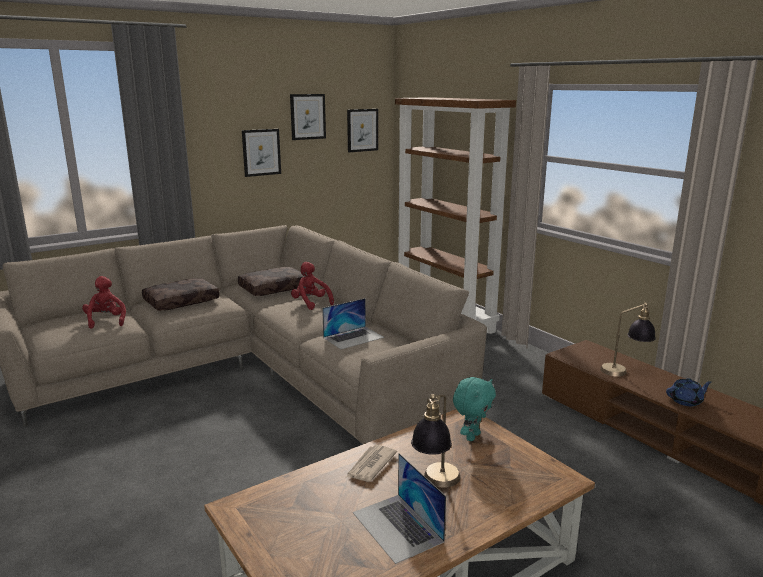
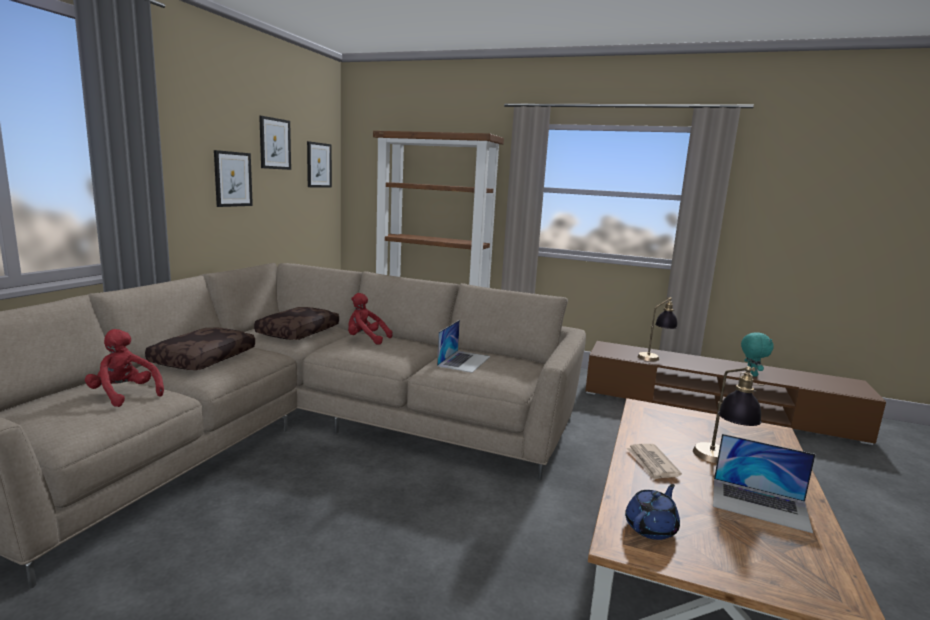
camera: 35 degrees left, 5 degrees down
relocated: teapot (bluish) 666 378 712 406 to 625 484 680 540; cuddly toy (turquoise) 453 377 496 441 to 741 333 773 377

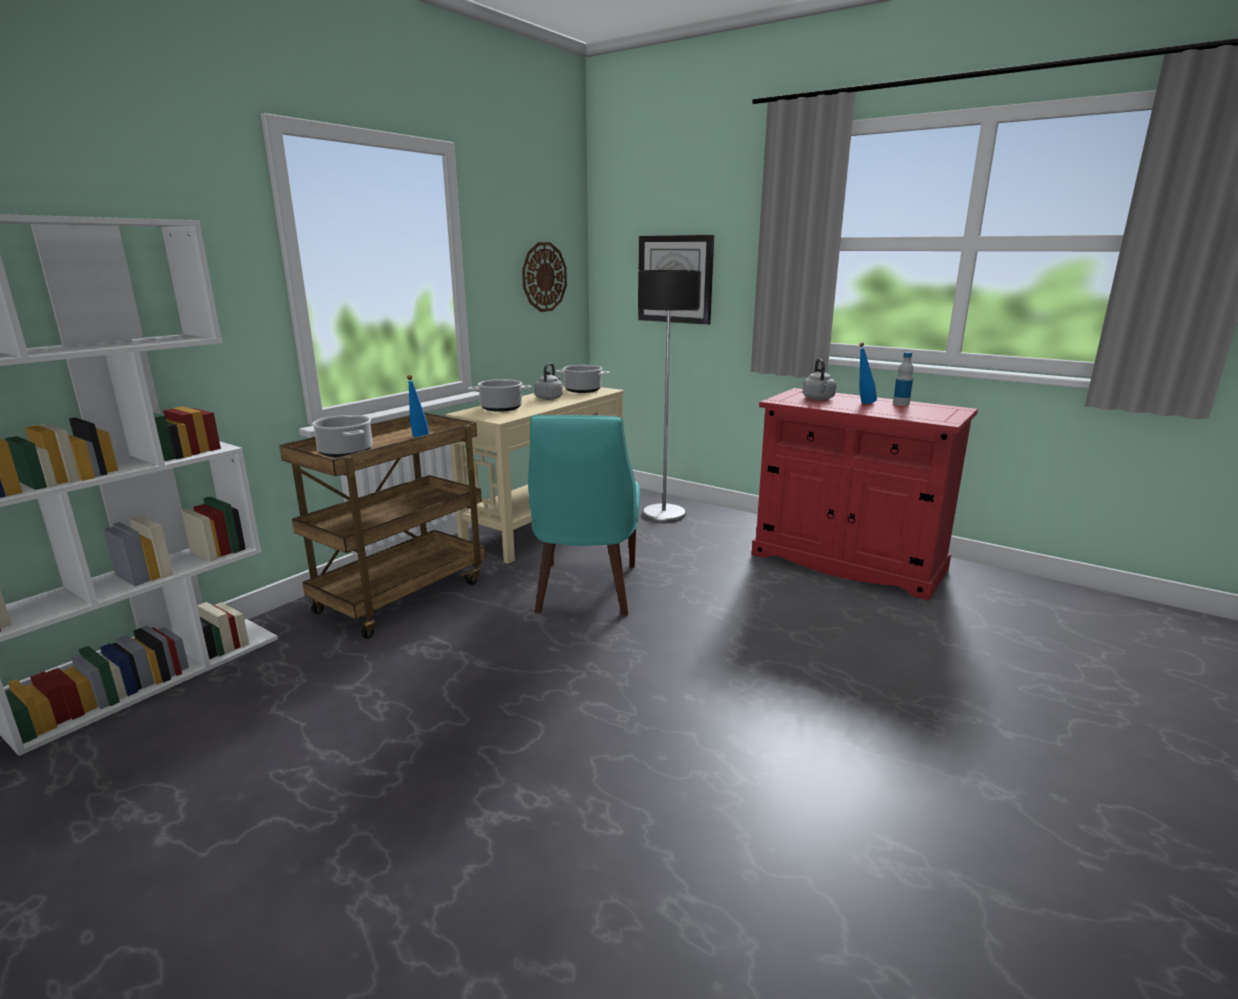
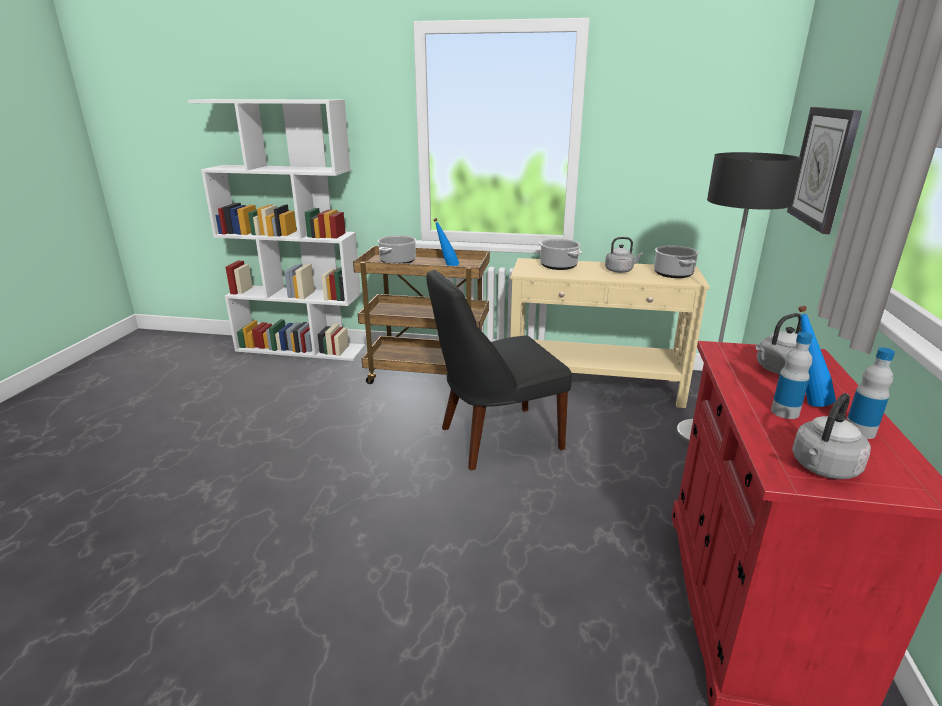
camera: 65 degrees right, 5 degrees up
missing: wall clock 522 242 567 312
appeared: beverage bottle 771 332 813 419; tea kettle (greyish) 792 393 871 479
colour: chair (turquoise) 528 415 640 615 to chair (blackish) 427 270 572 470

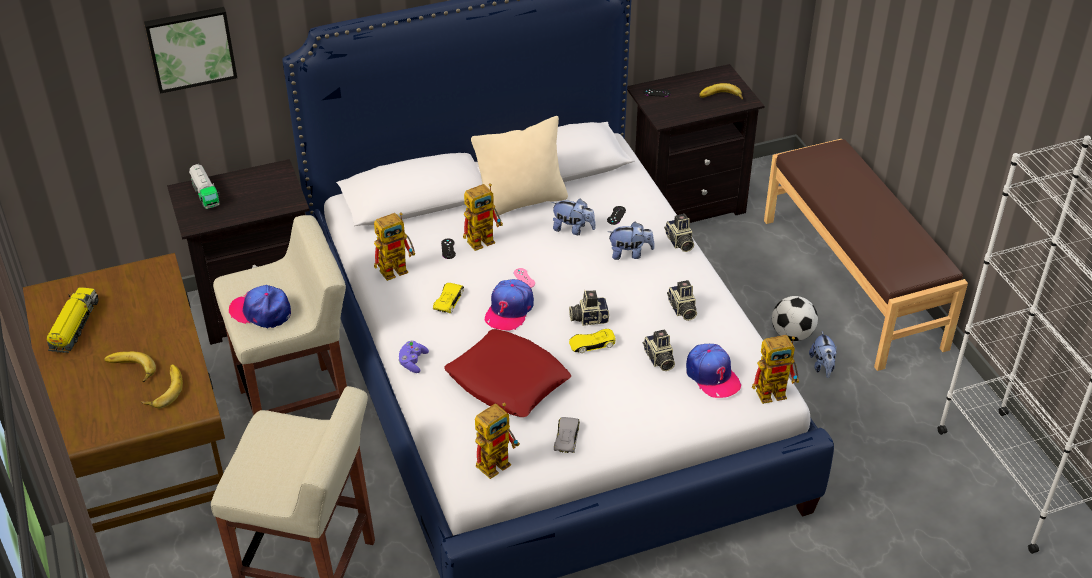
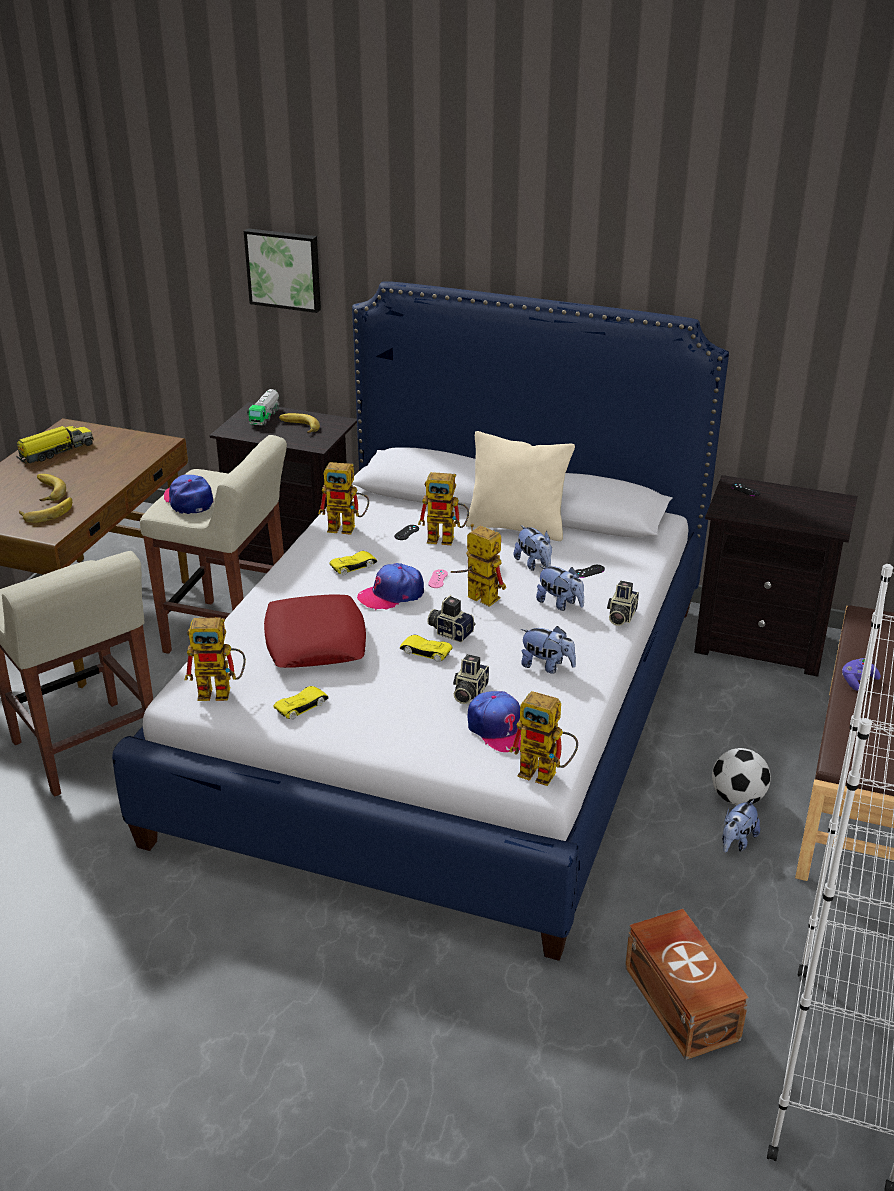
camera: 40 degrees right, 10 degrees down
appeared: robot figure 451 523 506 607; storage bin (brown-coloured) 625 909 749 1060
relocated: banana fruit 699 83 743 100 to 279 413 320 433; gamepad (purple) 398 341 429 373 to 842 658 881 691
exchanged: still camera 667 280 697 321 to cuddly toy 521 626 576 674
colour: toy car (greyish) 554 417 580 453 to toy car (yellowish) 274 686 329 720
spun: baseball cap 686 344 741 398 = 467 691 521 752 45 degrees counterclockwise

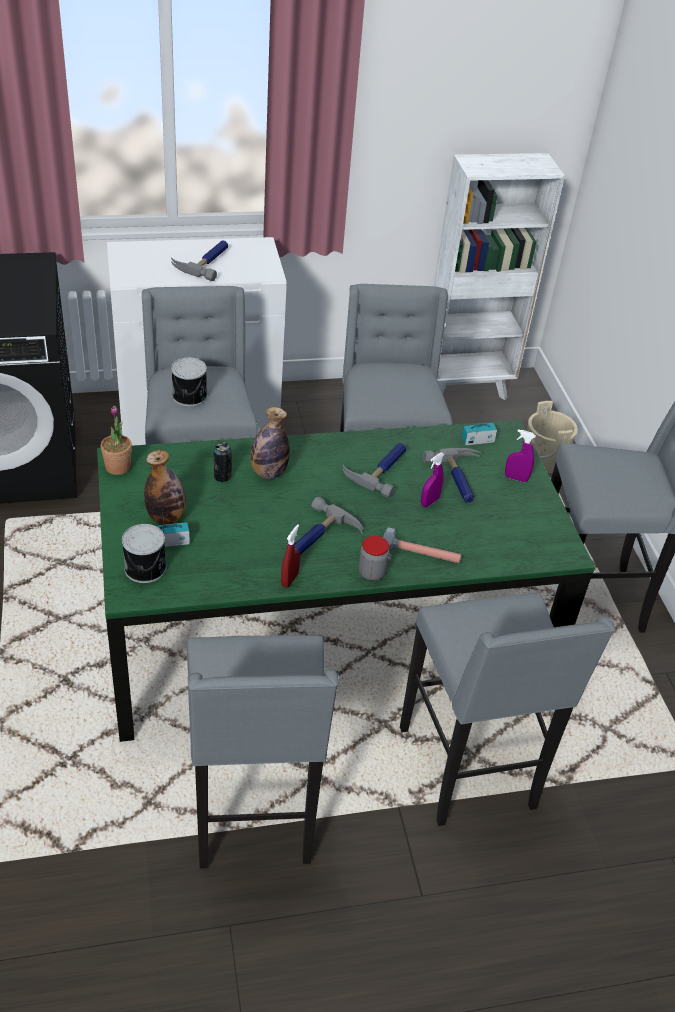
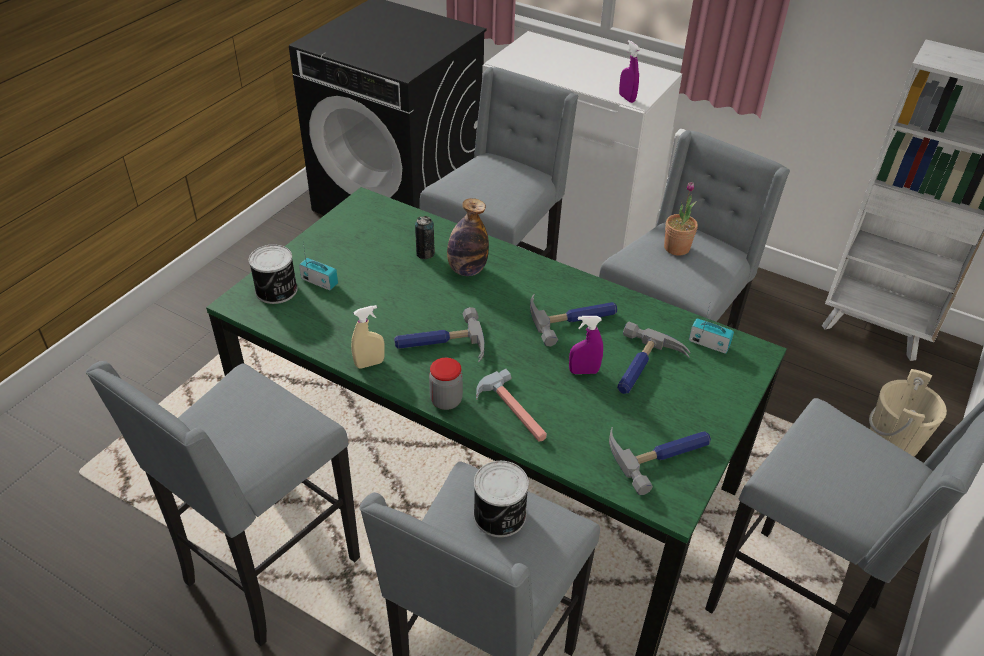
camera: 45 degrees right, 0 degrees up
missing: beverage bottle 144 450 186 525
relocated: can 171 357 207 407 to 473 461 529 537; hammer 171 240 228 281 to 609 427 711 495; spray bottle (purple) 505 429 536 482 to 619 40 640 103; plant in a pot 101 406 132 475 to 664 182 698 256
colour: spray bottle (red) 281 524 300 588 to spray bottle (beige-coloured) 351 305 385 369

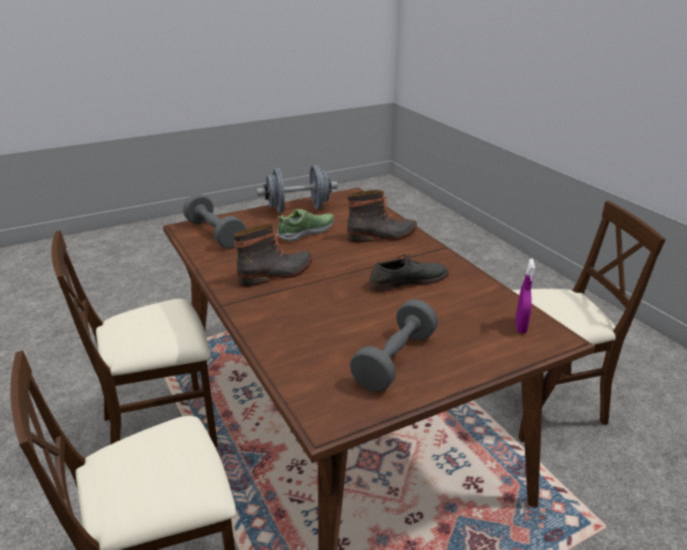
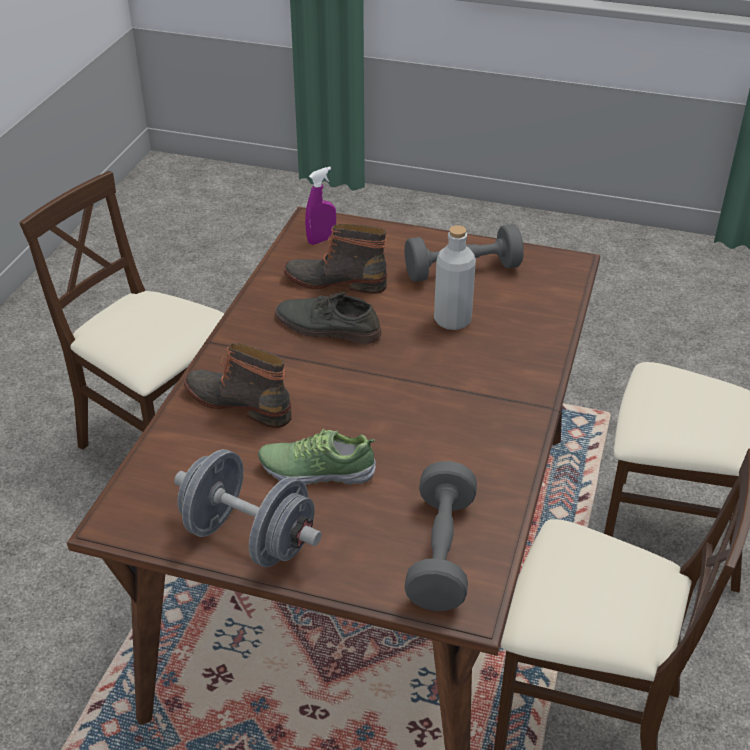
camera: 135 degrees left, 10 degrees up
appeared: beverage bottle (greyish) 434 225 476 330
relocated: tall boot 233 224 312 287 to 284 224 387 294

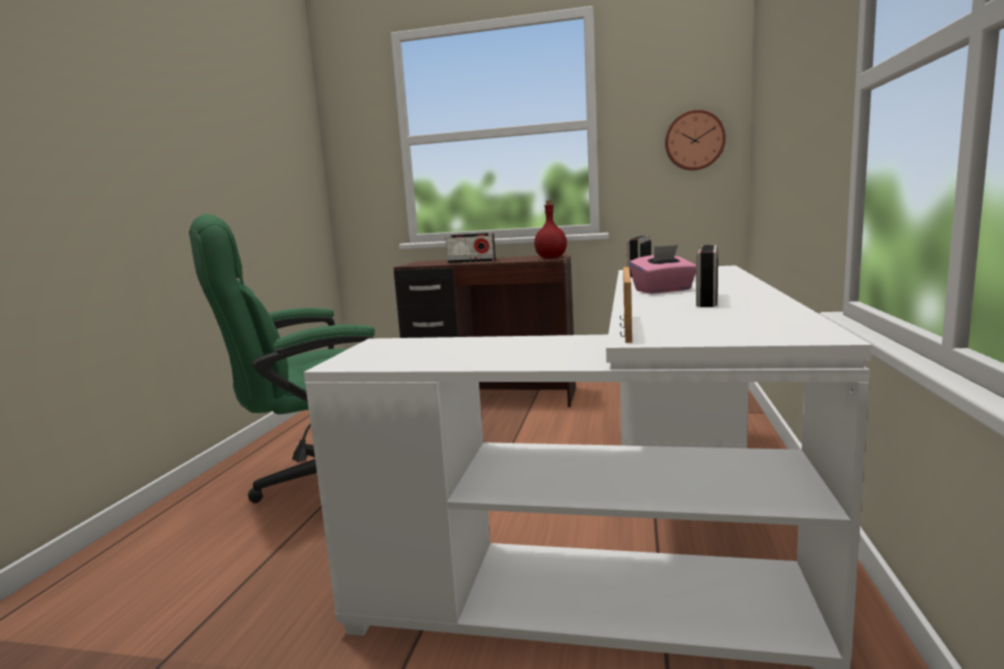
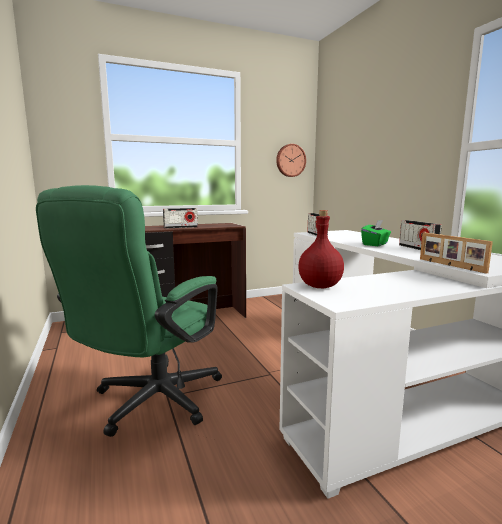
camera: 35 degrees left, 0 degrees up
relocated: beverage bottle (red) 534 200 567 259 to 298 210 344 288
colour: box of tissues (pink-coloured) 629 245 696 294 to box of tissues (greenish) 361 220 391 246

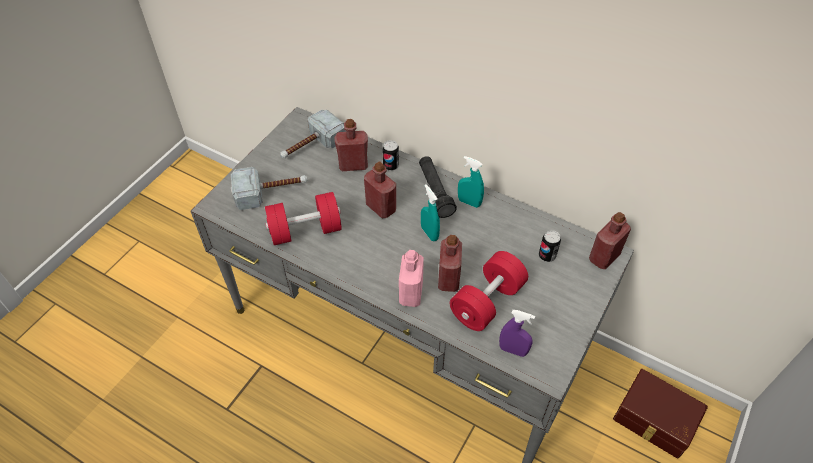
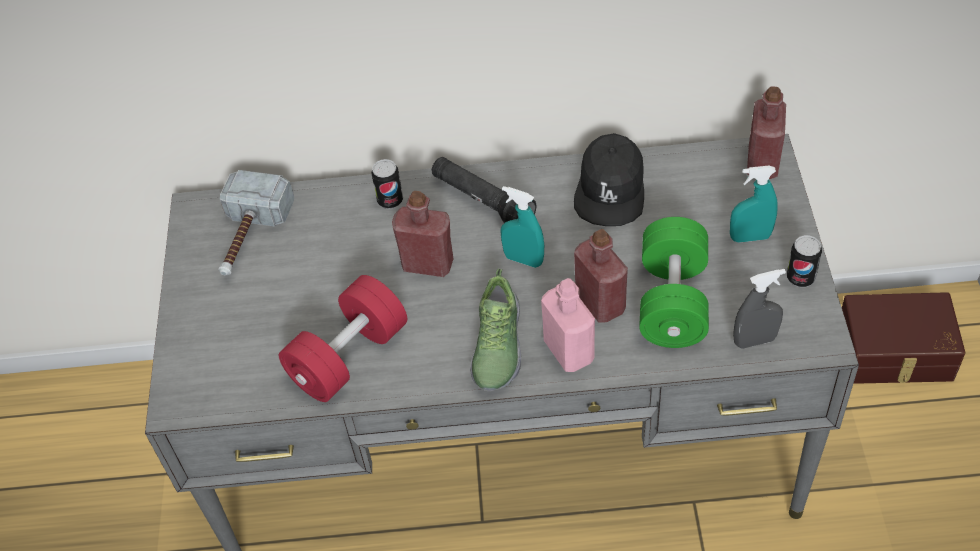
camera: 30 degrees left, 0 degrees up
missing: hammer 231 167 307 210; beverage bottle (red) 335 119 368 171
appeared: item of footwear 470 268 521 391; baseball cap (blackish) 574 133 644 226
relocated: spray bottle (turquoise) 458 156 484 208 to 730 165 778 243; can 539 230 561 262 to 787 235 822 287
colour: hand weight (red) 450 251 528 331 to hand weight (greenish) 639 217 709 348; spray bottle (purple) 499 310 535 357 to spray bottle (greyish) 733 269 786 349

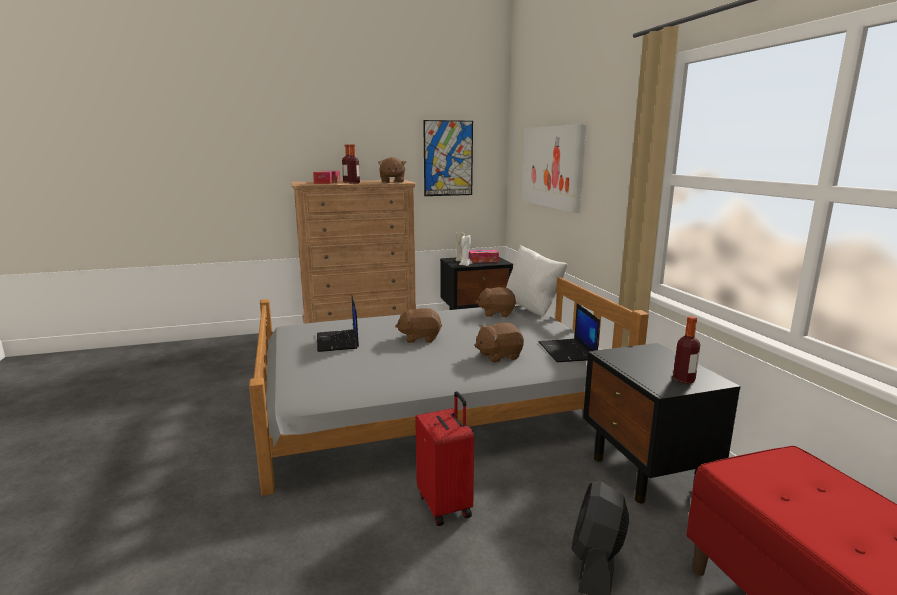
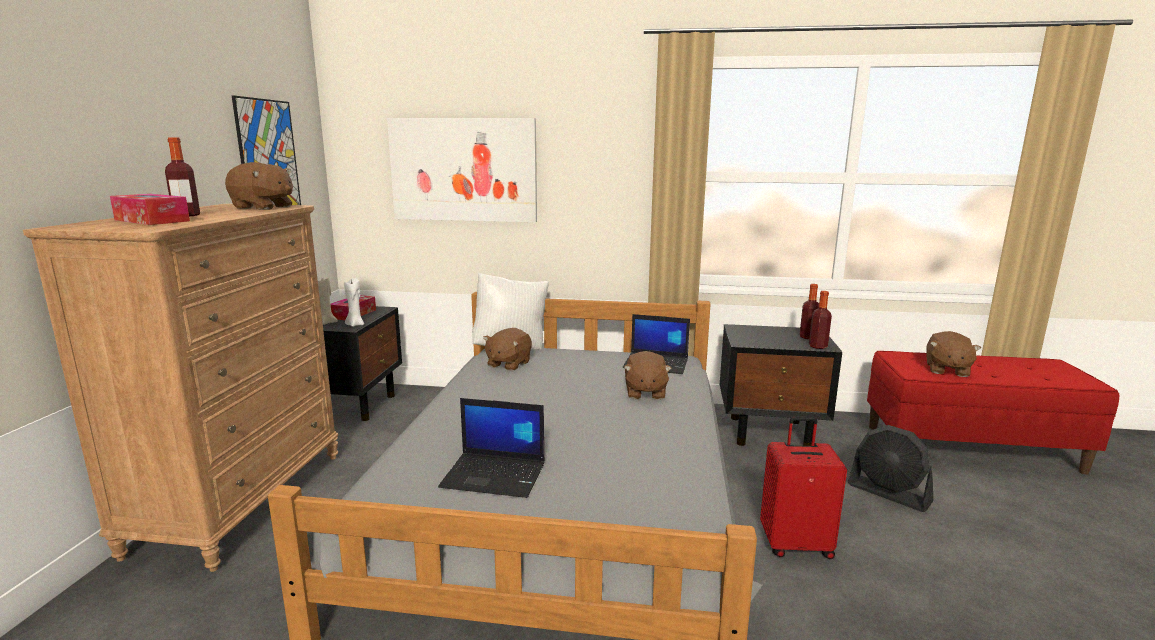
camera: 65 degrees left, 0 degrees up
relocated: beverage bottle 347 144 360 184 to 809 291 832 349; cuddly toy (brown-coloured) 395 308 442 343 to 927 331 981 377

